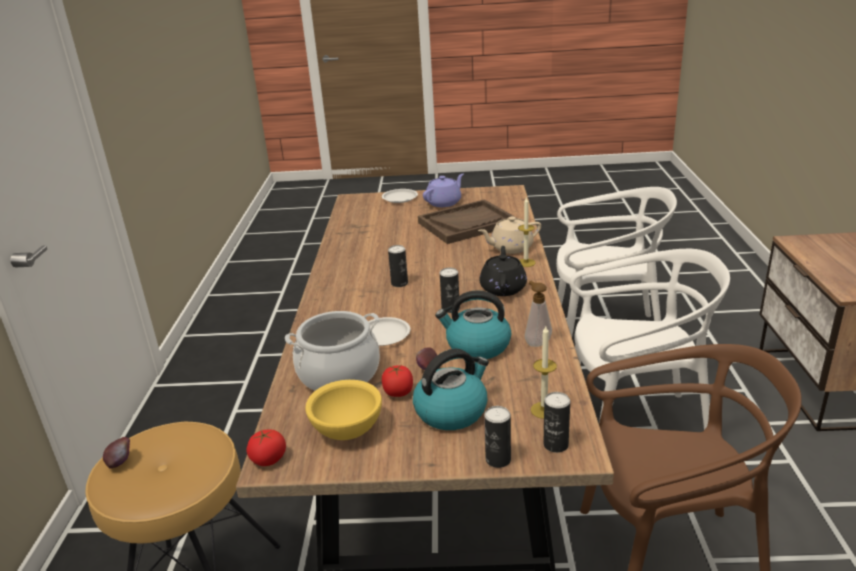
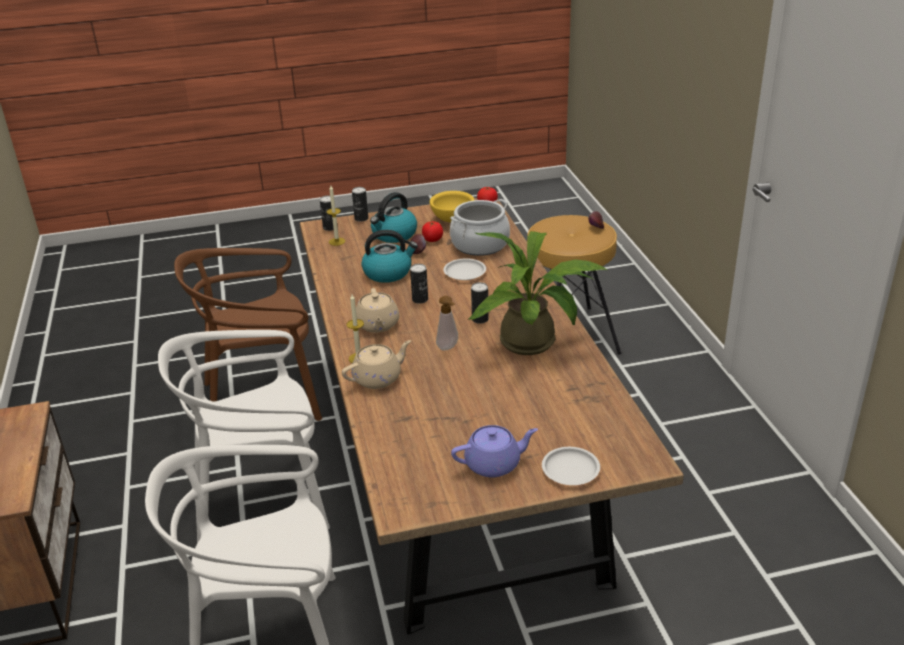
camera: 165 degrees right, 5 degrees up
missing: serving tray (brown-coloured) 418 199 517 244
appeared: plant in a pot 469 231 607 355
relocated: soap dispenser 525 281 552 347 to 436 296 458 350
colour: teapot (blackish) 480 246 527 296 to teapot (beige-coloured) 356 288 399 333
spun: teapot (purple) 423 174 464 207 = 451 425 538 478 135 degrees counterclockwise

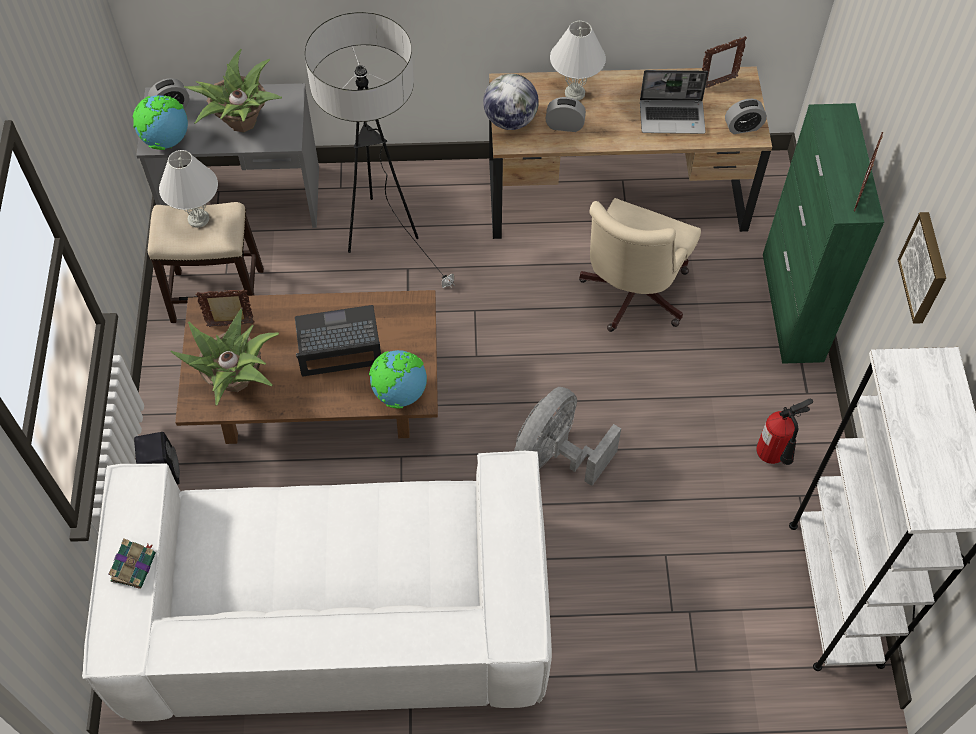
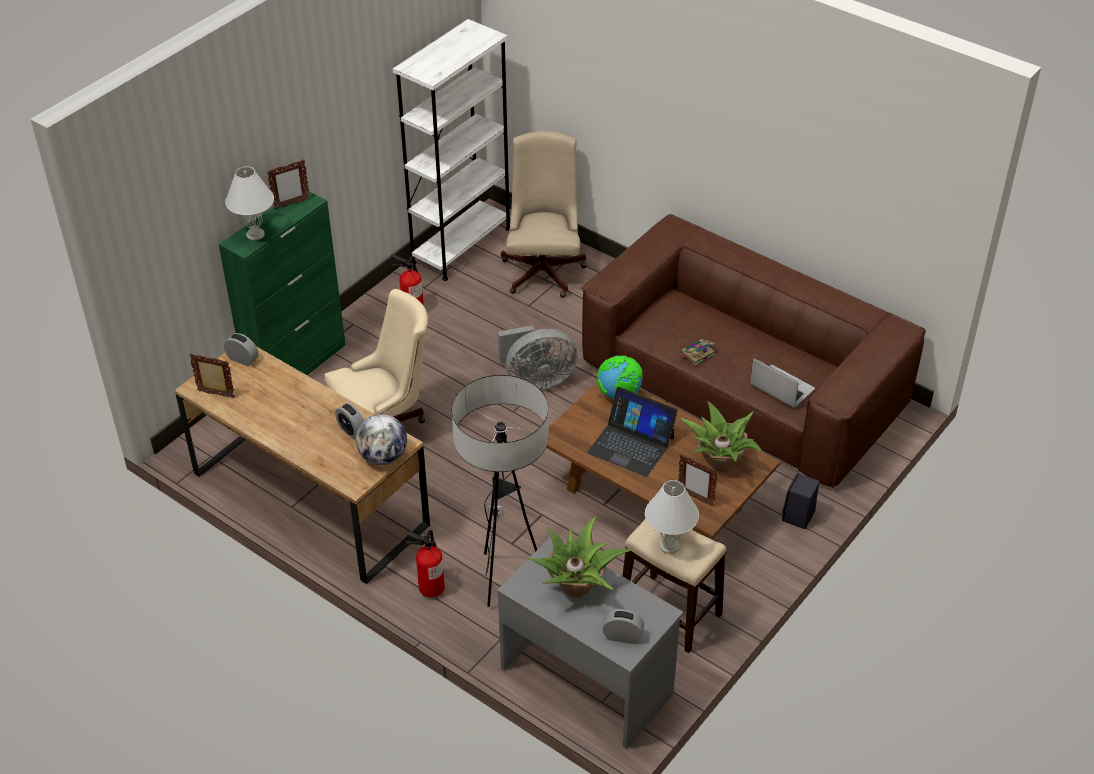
camera: 140 degrees left, 15 degrees down
missing: desk globe 133 95 188 150; picture 898 212 946 324
appeared: extinguisher 405 530 445 598; desk chair (beige-coloured) 501 131 587 298
relocated: lamp for a table (white-coloured) 550 21 606 101 to 225 166 274 240; book 108 539 156 589 to 680 339 715 366; portable computer 640 70 708 134 to 750 358 815 408
colour: couch (white-coloured) 82 451 552 721 to couch (brown-coloured) 582 214 926 488

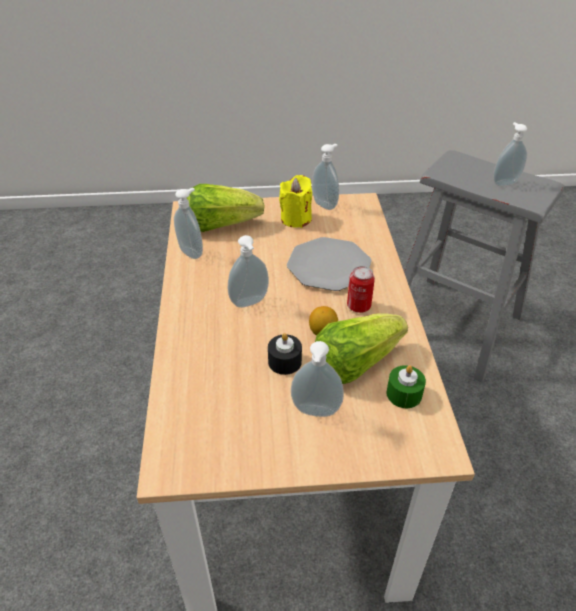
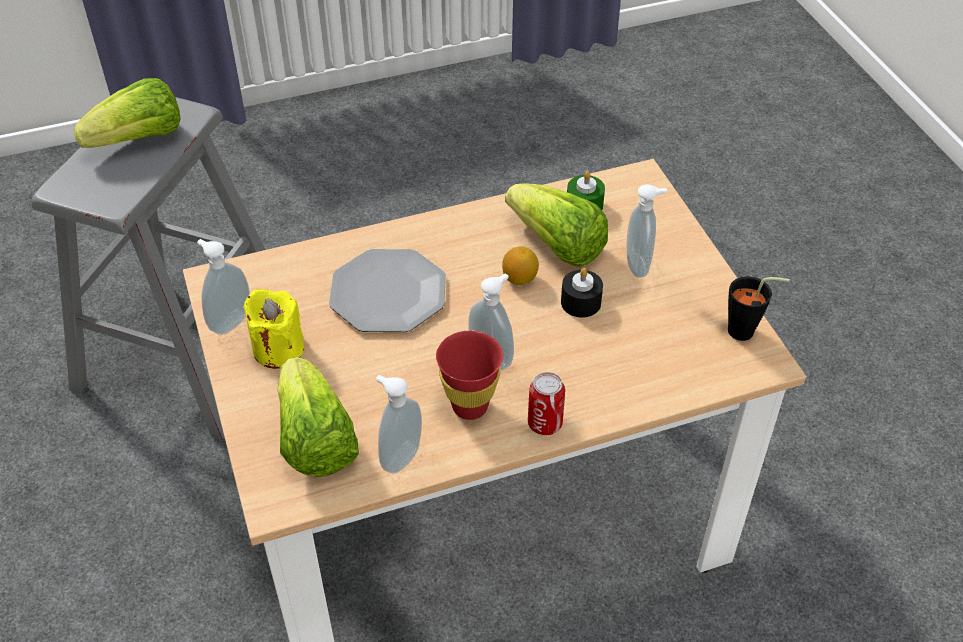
camera: 105 degrees left, 5 degrees up
appeared: cup (red) 436 331 503 420; cup (blackish) 728 276 790 341
relocated: can 347 266 375 313 to 528 372 565 435
exchanged: soap dispenser 493 122 527 186 to lettuce head 73 78 181 148

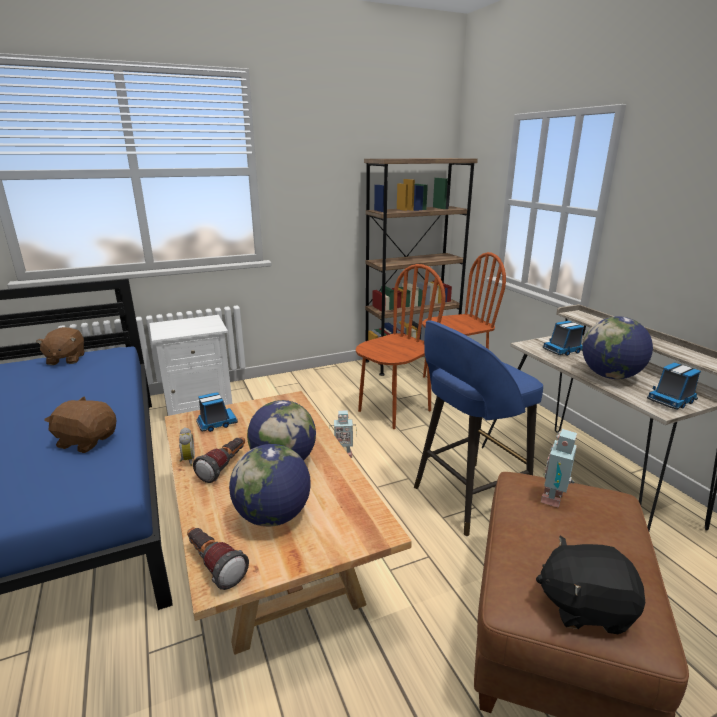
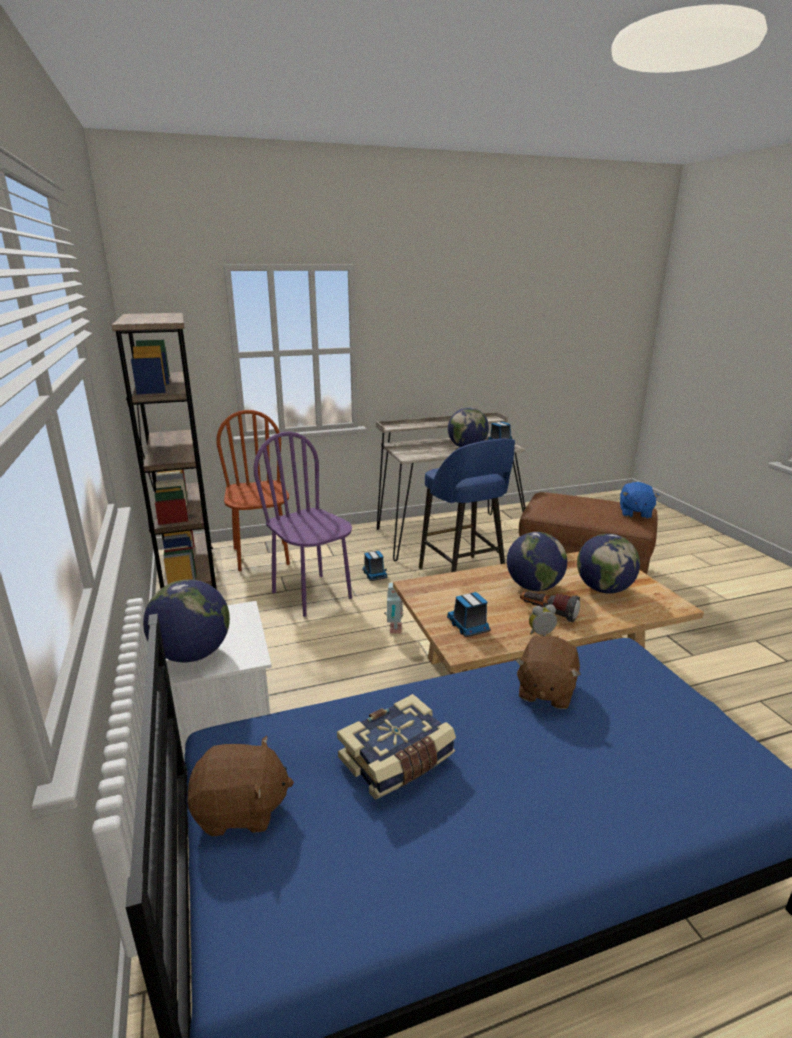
camera: 85 degrees left, 0 degrees up
missing: hand torch 187 527 249 590; robot figure 541 429 577 508
appeared: desk globe 143 579 230 663; book 337 694 456 800
relocated: toy lorry 543 321 584 356 to 362 551 388 581
colour: chair (brown-coloured) 356 264 446 429 to chair (purple) 254 432 352 617; cuddly toy (blackish) 536 536 645 634 to cuddly toy (bluish) 620 482 660 519

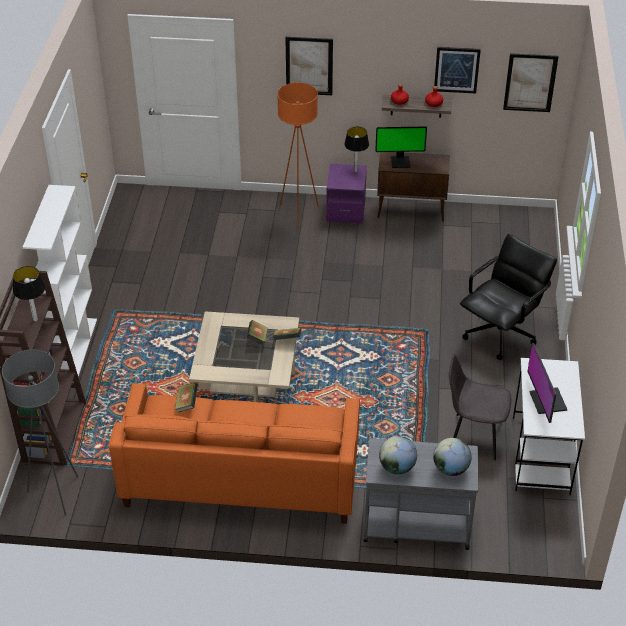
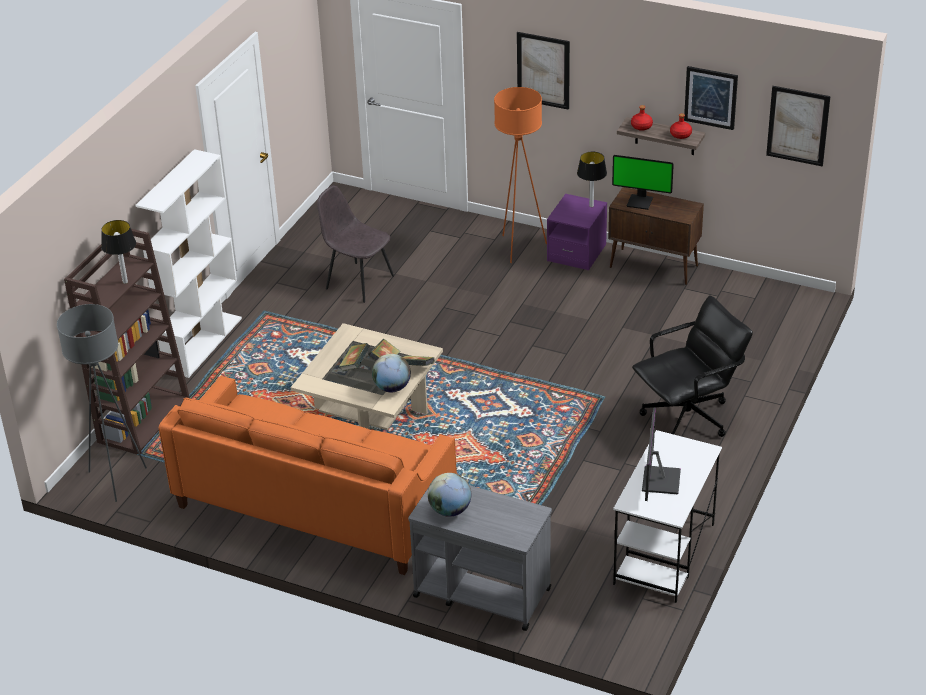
camera: 20 degrees right, 5 degrees down
relocated: chair (greyish) 449 354 511 460 to 317 185 394 303; book 175 382 198 412 to 339 343 370 371; desk globe 433 438 472 476 to 372 354 411 392

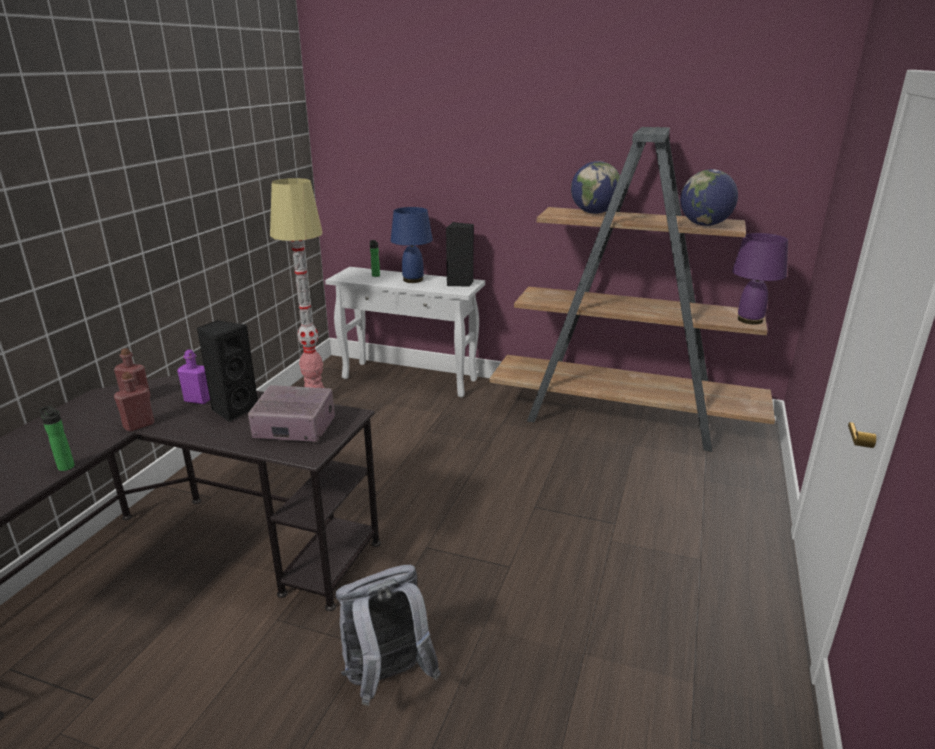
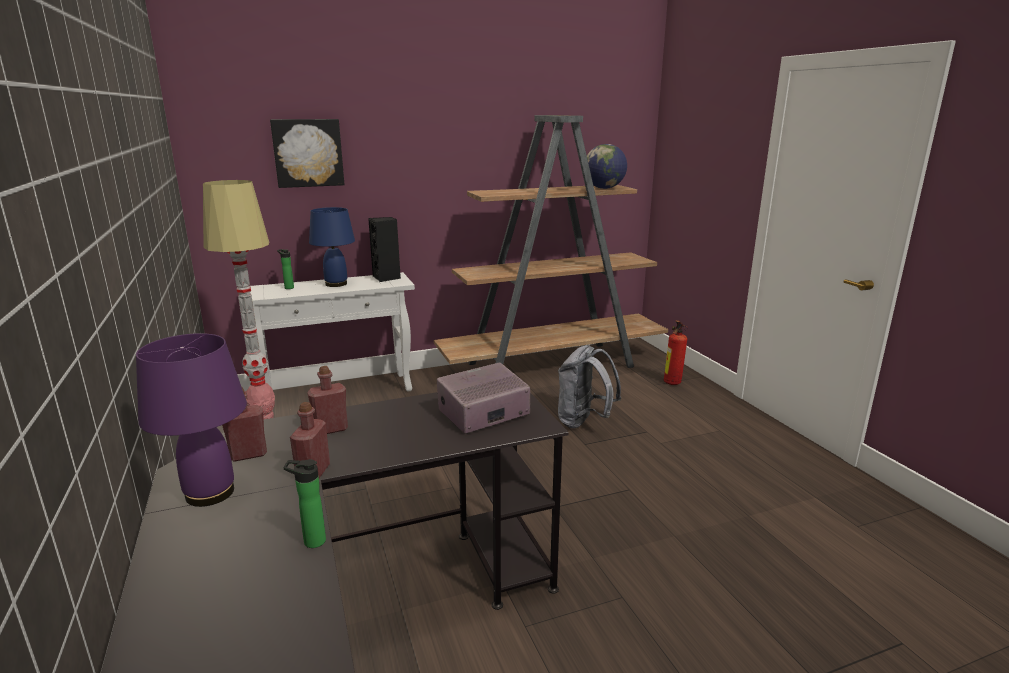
camera: 40 degrees left, 5 degrees down
missing: loudspeaker (blackish) 197 320 258 422; desk globe 571 161 620 214
appeared: picture 270 119 345 188; extinguisher 664 320 687 385
relocated: lamp for a table (purple) 732 233 788 325 to 136 333 247 507; rucksack (greyish) 336 565 441 706 to 558 345 621 428
colour: beverage bottle (purple) 177 350 210 404 to beverage bottle (red) 308 366 348 434

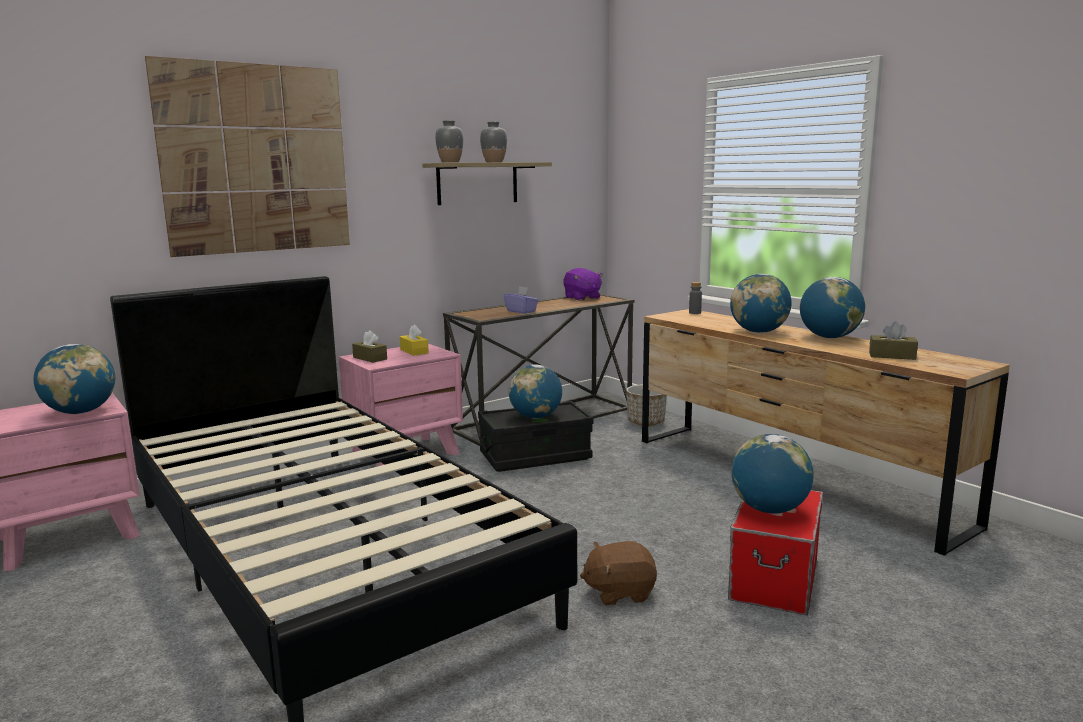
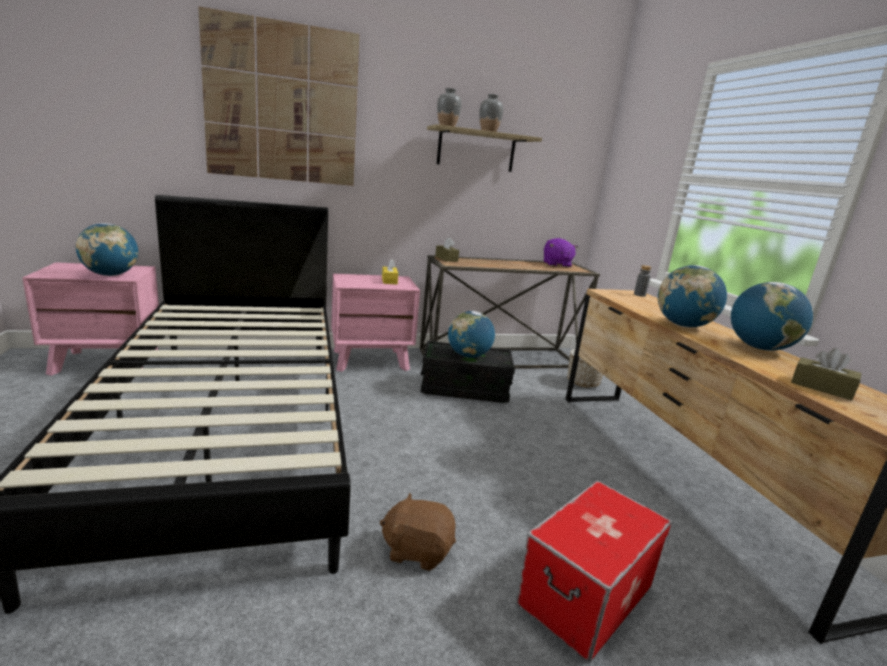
camera: 20 degrees right, 5 degrees up
missing: box of tissues (purple) 504 286 539 314; desk globe 731 434 814 514
relocated: box of tissues (brown-coloured) 352 330 387 363 to 435 237 459 262

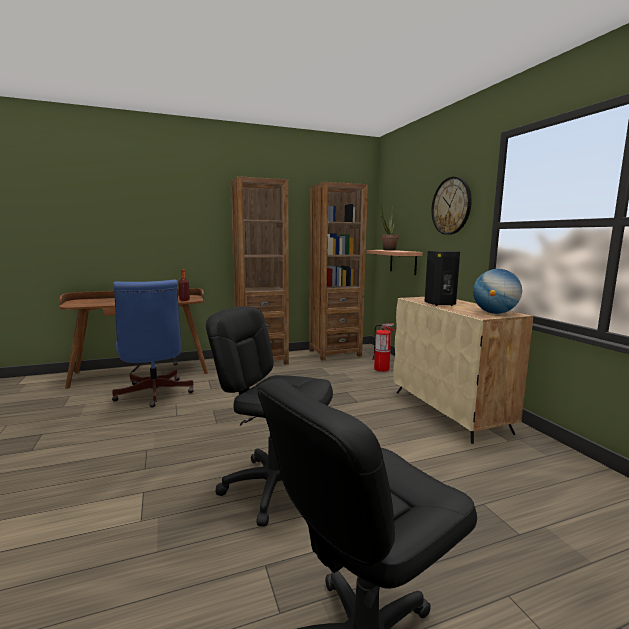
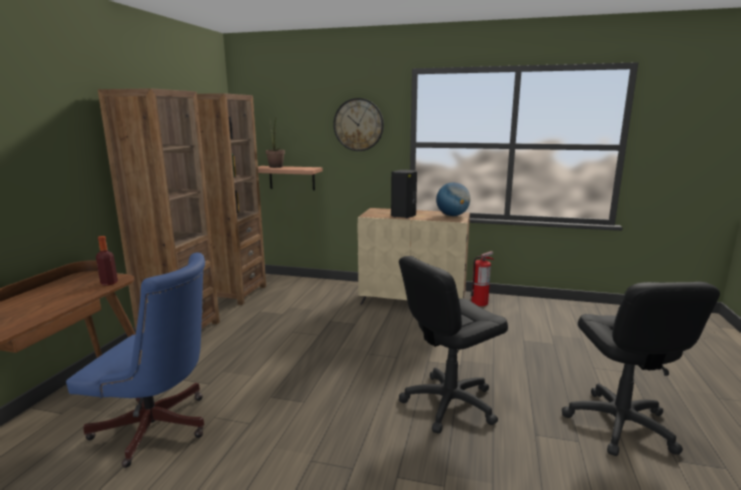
camera: 55 degrees left, 5 degrees up
relocated: extinguisher 372 323 395 372 to 470 251 494 306

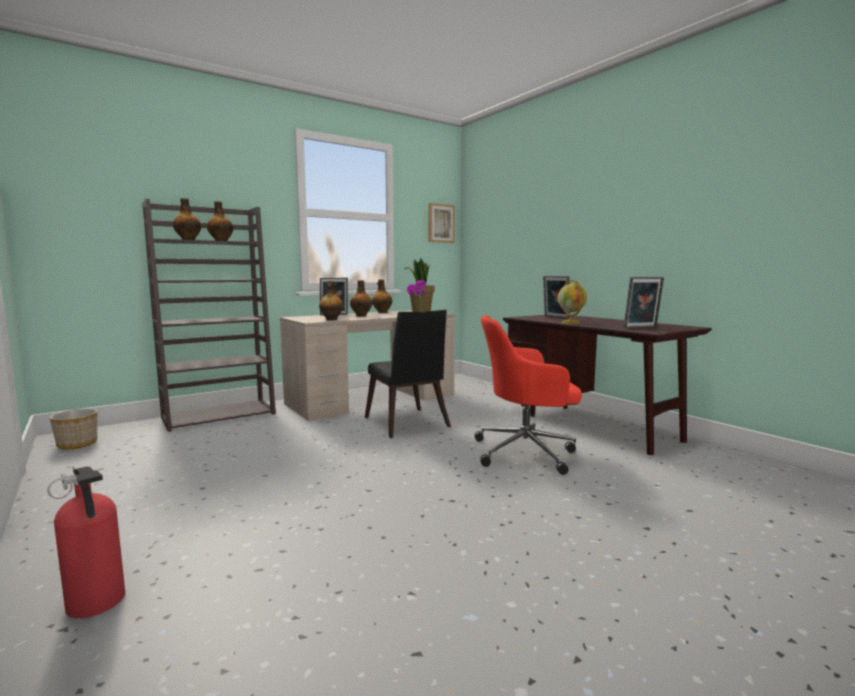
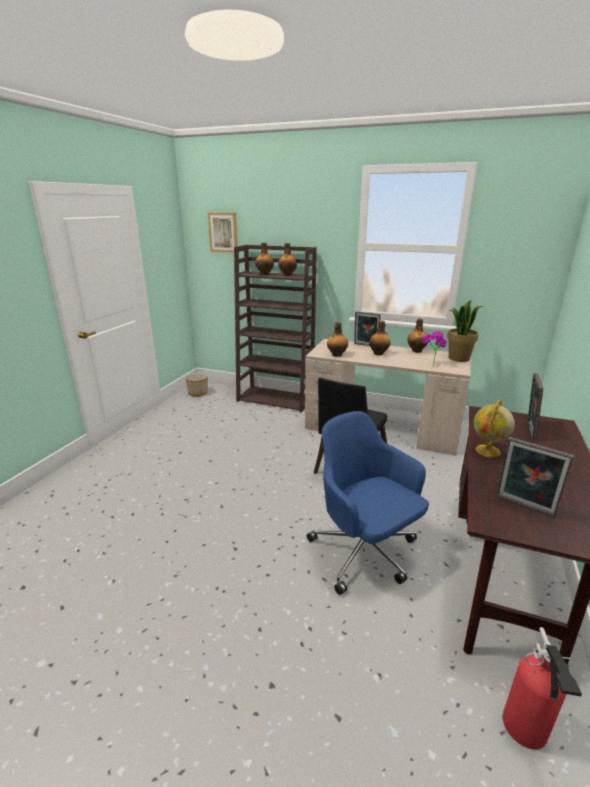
camera: 55 degrees right, 15 degrees up
relocated: picture 429 203 455 243 to 208 213 238 253; extinguisher 47 465 125 618 to 503 627 582 749
colour: desk chair (red) 474 315 582 475 to desk chair (bluish) 307 411 429 595

